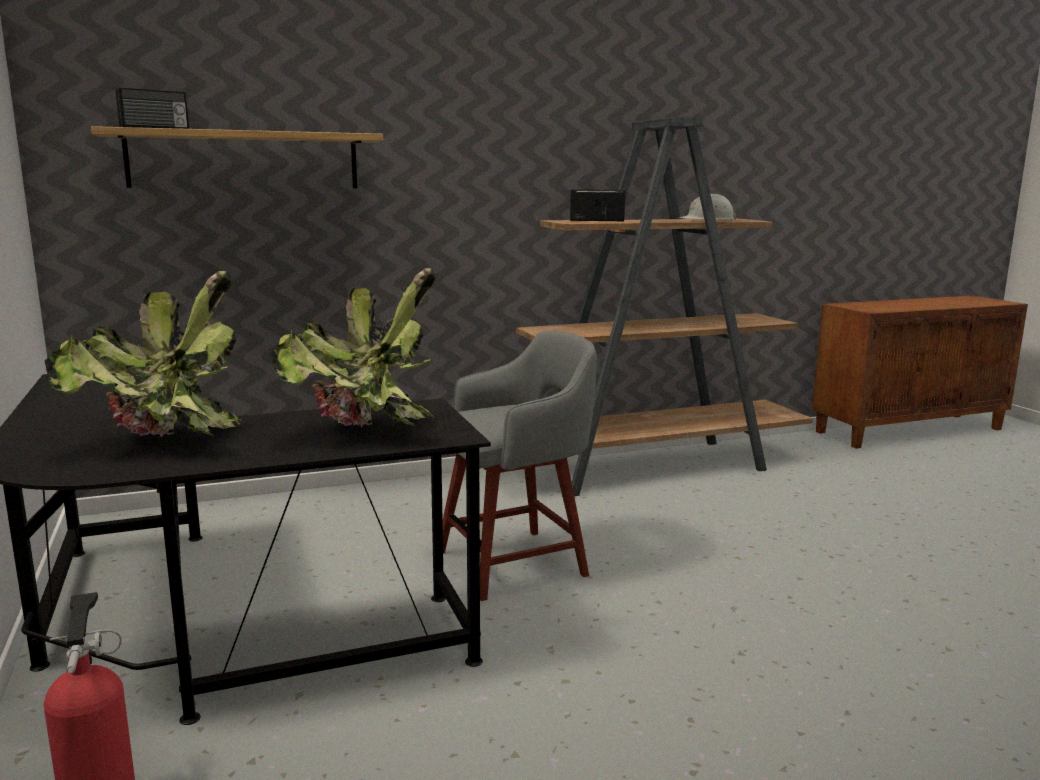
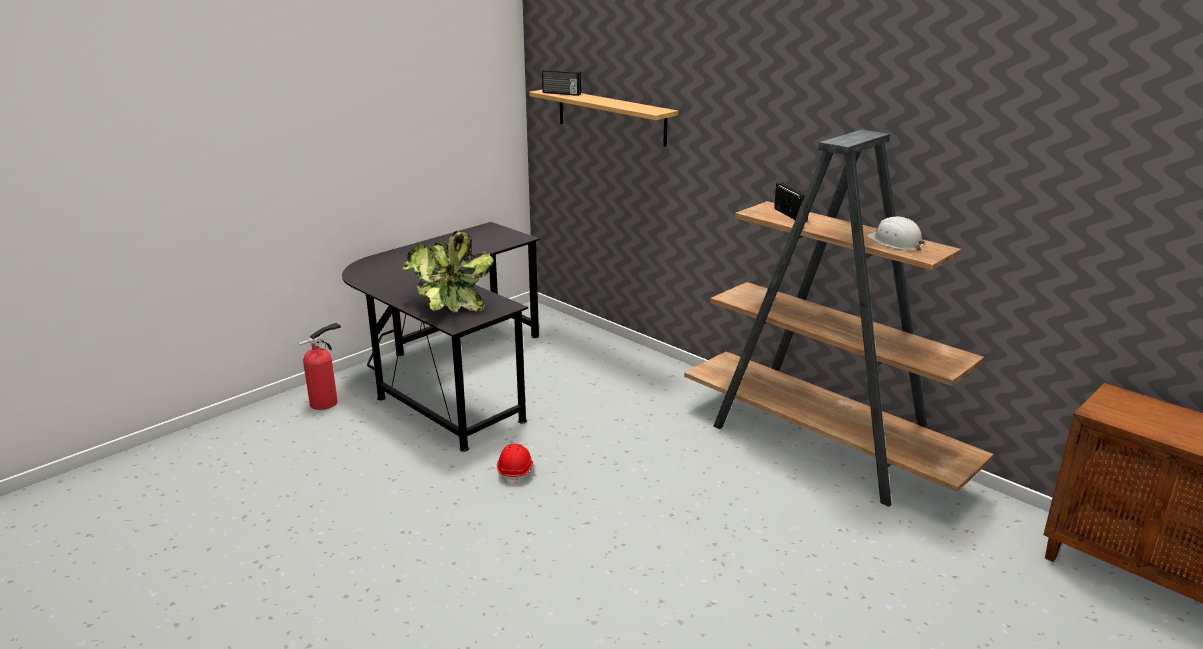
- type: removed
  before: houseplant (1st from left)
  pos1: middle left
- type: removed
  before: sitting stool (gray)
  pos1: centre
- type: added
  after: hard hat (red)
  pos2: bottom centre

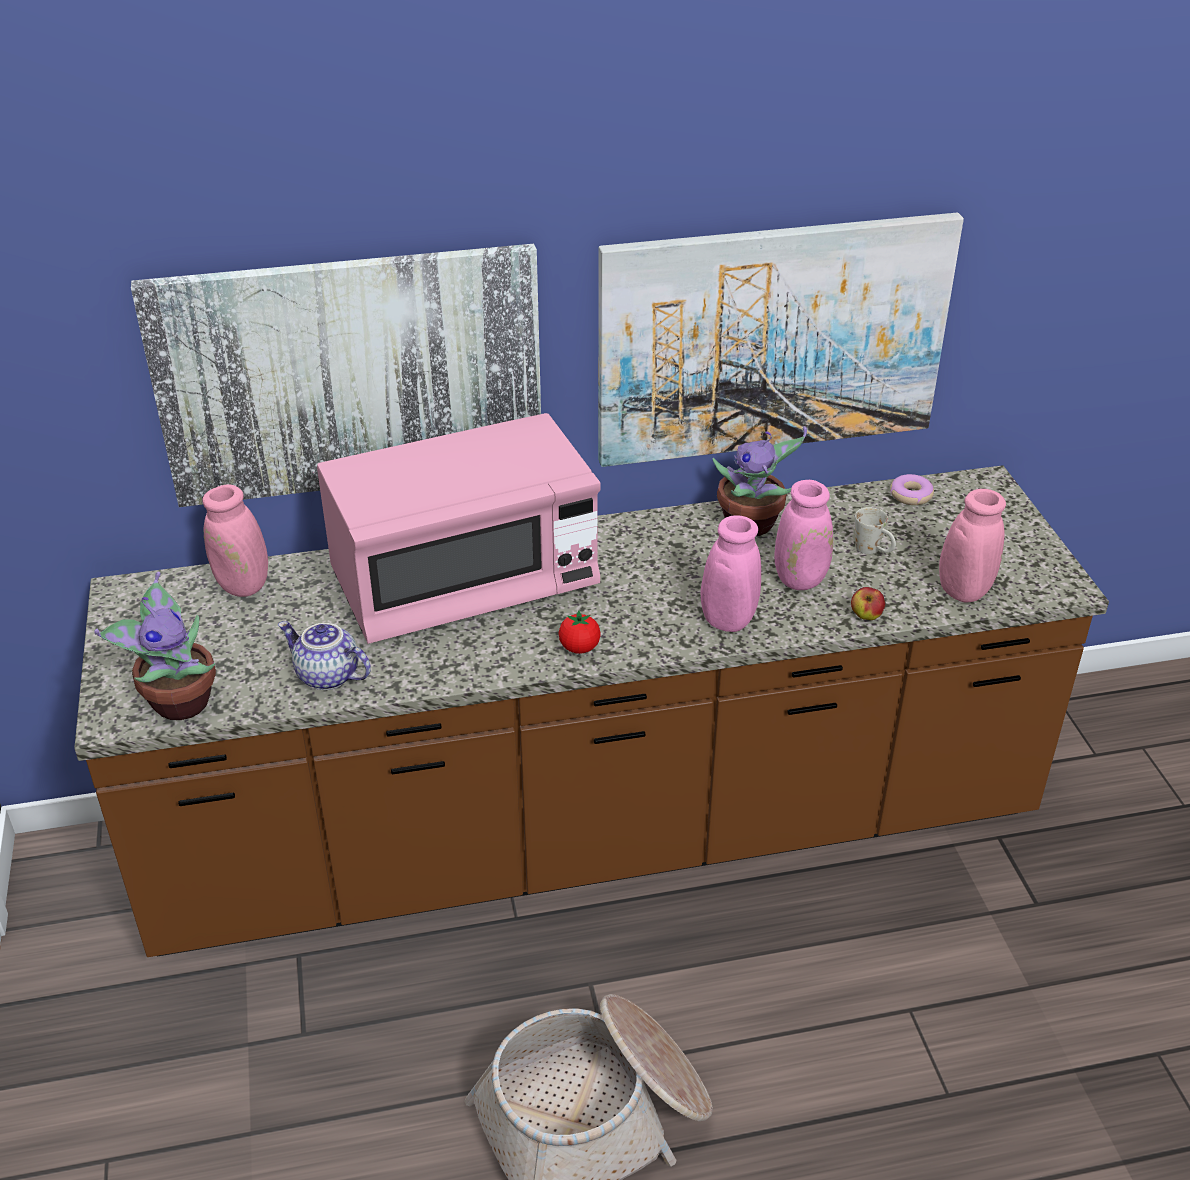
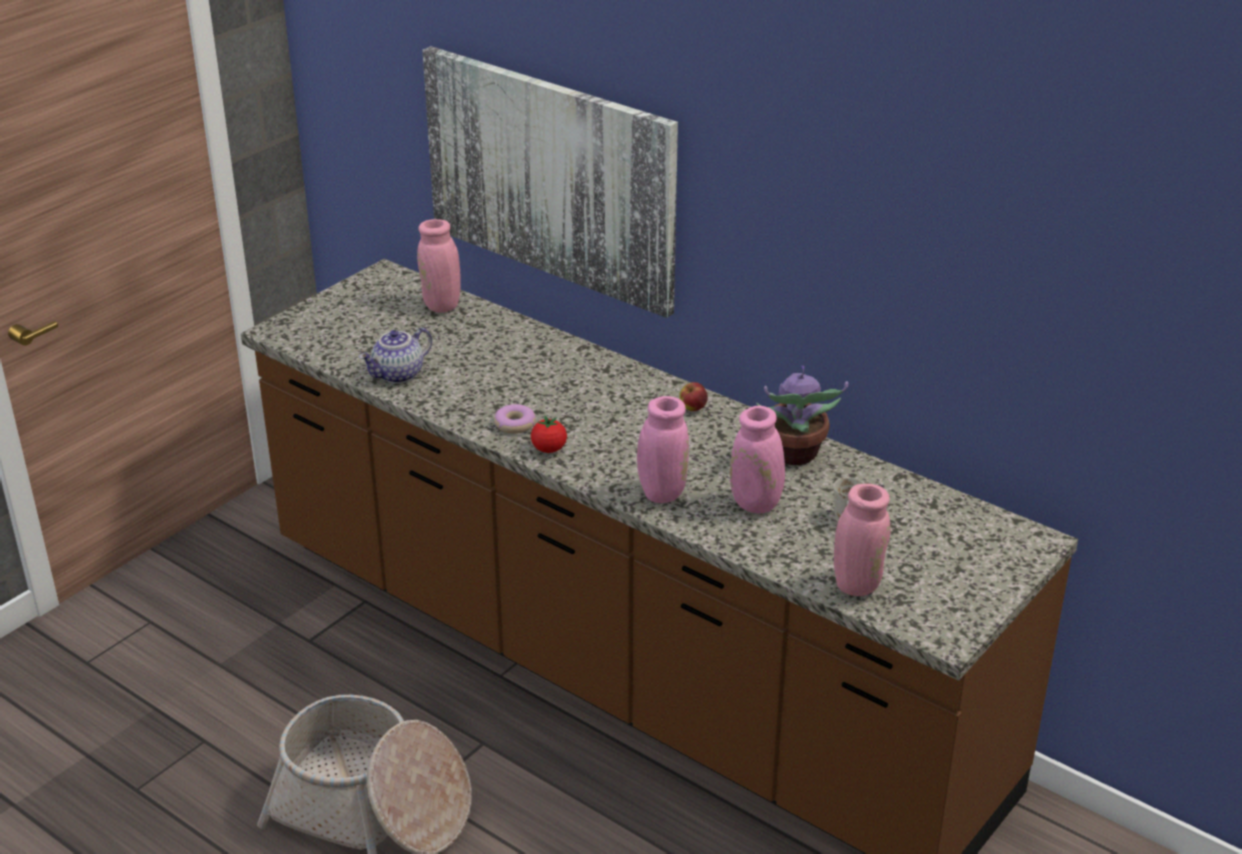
- type: removed
  before: wall picture (2nd from left)
  pos1: top centre
- type: removed
  before: microwave (pink-coloured)
  pos1: centre
- type: moved
  before: donut
  pos1: middle right
  pos2: centre
- type: removed
  before: houseplant (1st from left)
  pos1: middle left
- type: moved
  before: whole apple
  pos1: middle right
  pos2: centre
- type: turned
  before: pot for tea
  pos1: middle left
  pos2: middle left
  turn: -120

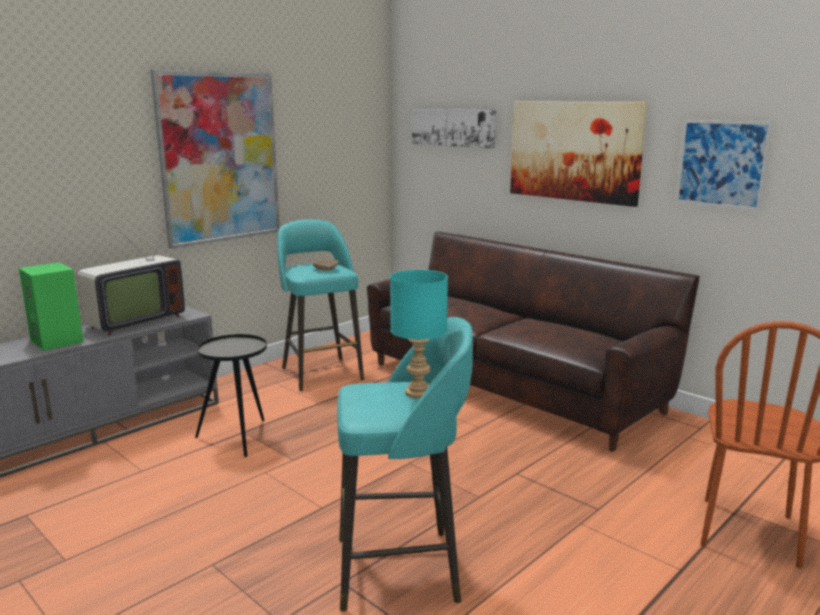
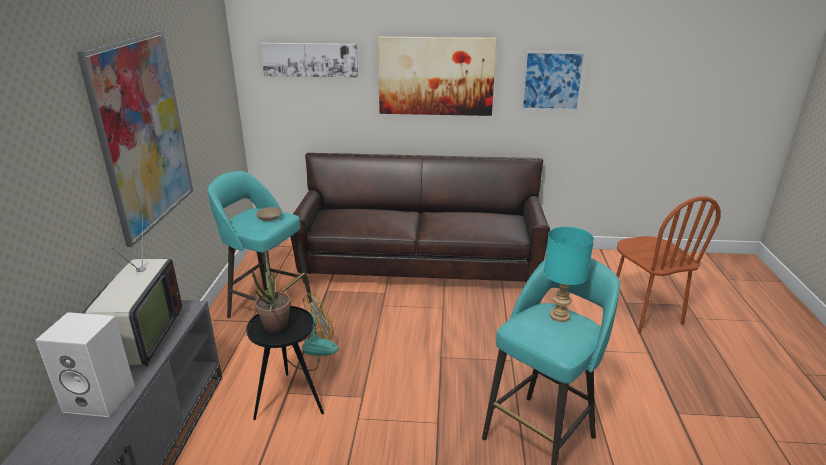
- type: recoloured
  before: audio speaker (green)
  after: audio speaker (white-coloured)
  pos1: middle left
  pos2: bottom left
- type: added
  after: houseplant
  pos2: middle left
- type: added
  after: electric fan
  pos2: bottom centre

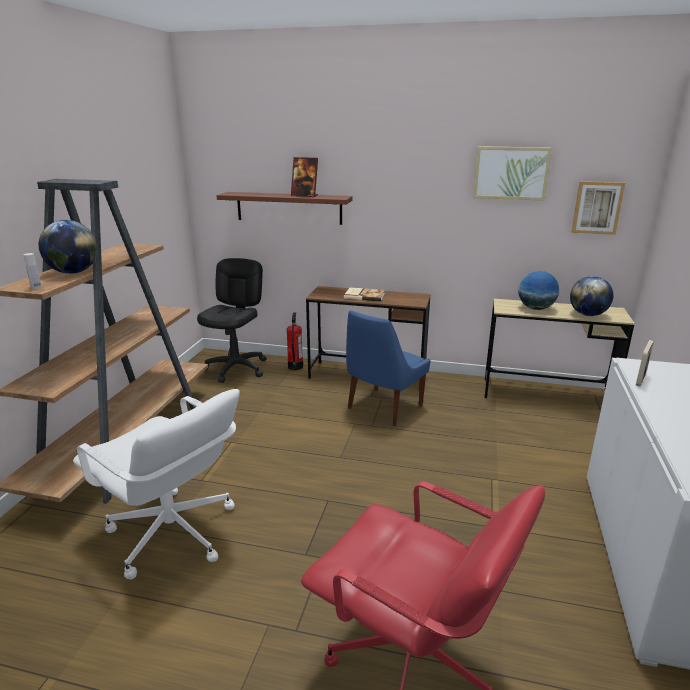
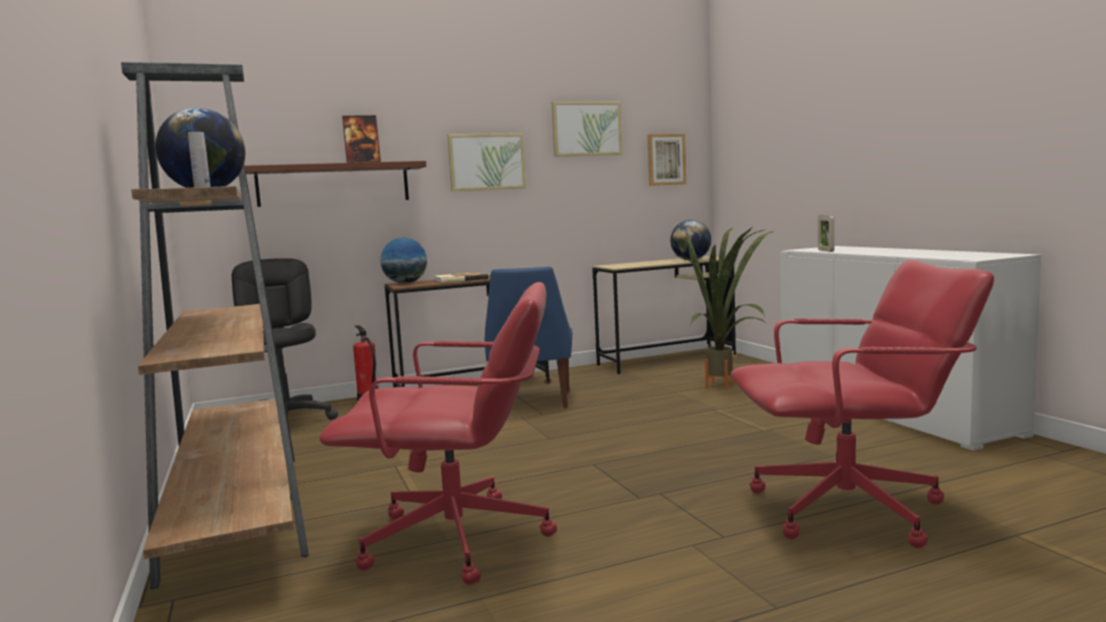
- type: moved
  before: globe (2nd from left)
  pos1: middle right
  pos2: centre
- type: recoloured
  before: office chair (white-coloured)
  after: office chair (red) (1st from left)
  pos1: bottom left
  pos2: bottom centre
- type: added
  after: wall picture (1st from left)
  pos2: top centre
- type: added
  after: houseplant
  pos2: centre

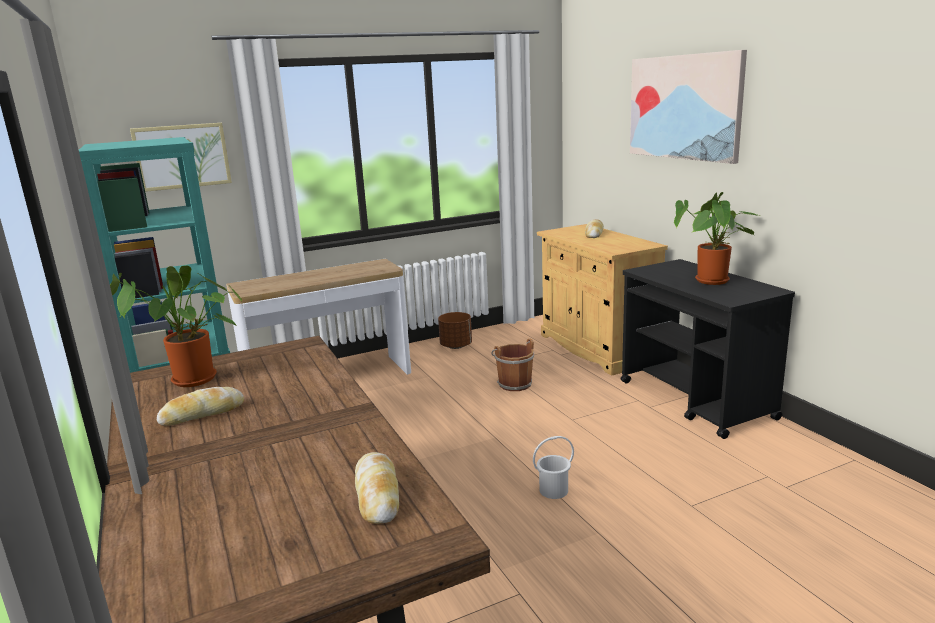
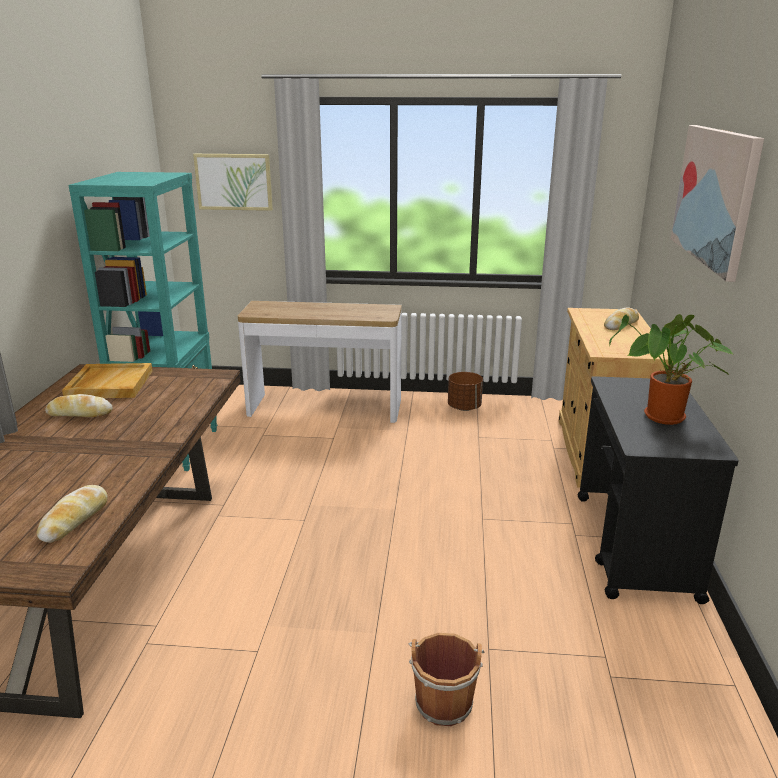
- type: replaced
  before: houseplant (1st from left)
  after: carrying tray (sand-coloured)
  pos1: middle left
  pos2: middle left
- type: moved
  before: pail (brown)
  pos1: centre
  pos2: bottom centre
- type: removed
  before: pail (white-coloured)
  pos1: bottom centre

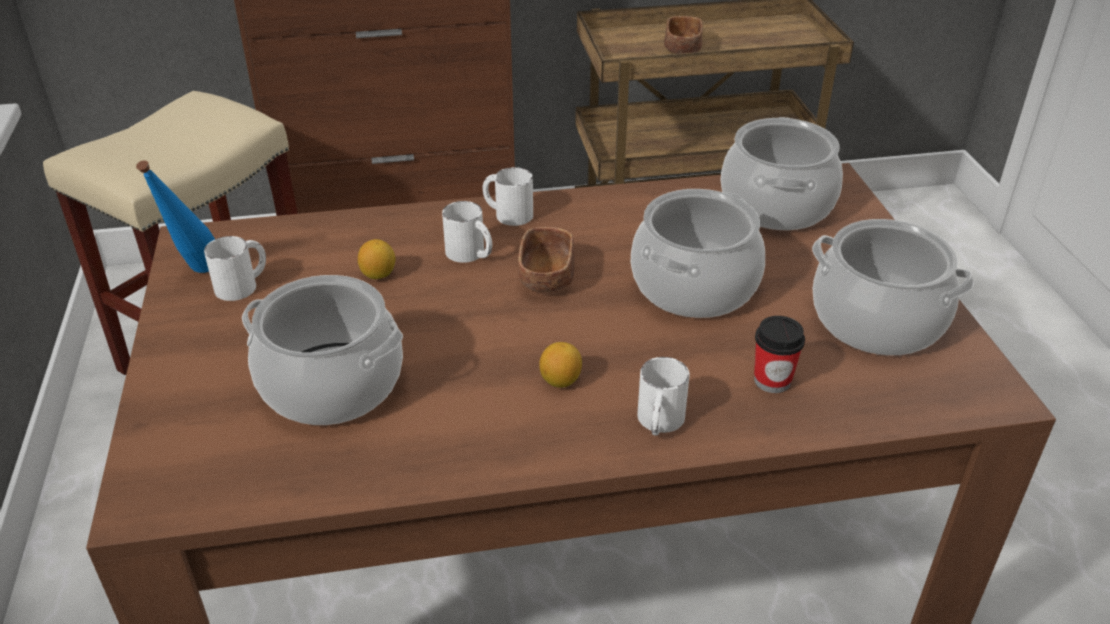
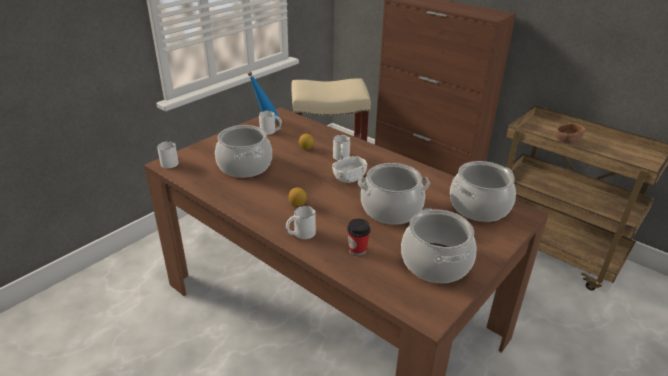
- type: moved
  before: tea mug (white-coloured) (3rd from left in the first image)
  after: tea mug (white-coloured) (1st from left)
  pos1: top centre
  pos2: middle left
- type: recoloured
  before: bowl (brown) (1st from left)
  after: bowl (white-coloured)
  pos1: centre
  pos2: centre

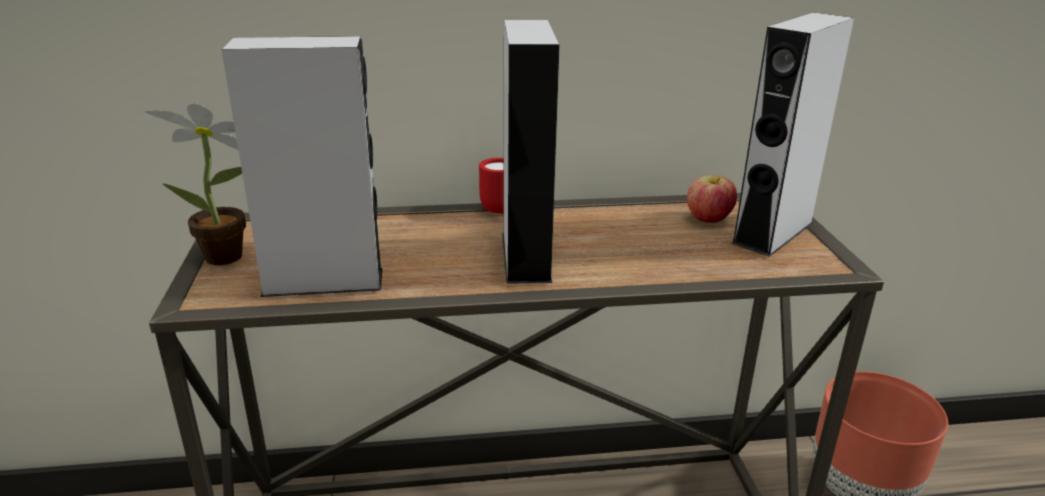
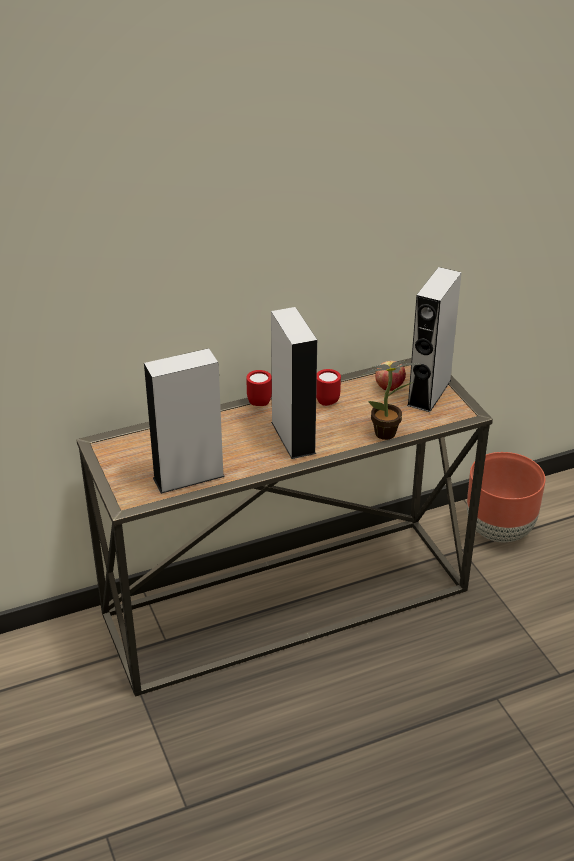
- type: moved
  before: houseplant
  pos1: middle left
  pos2: middle right
- type: added
  after: tea mug (red) (2nd from left)
  pos2: centre

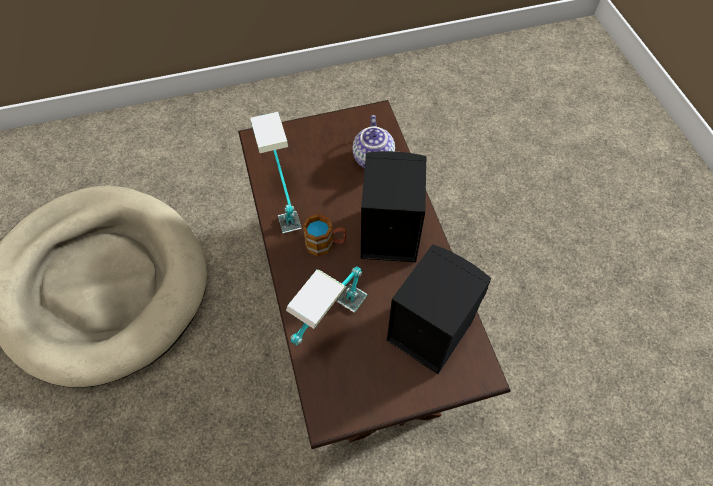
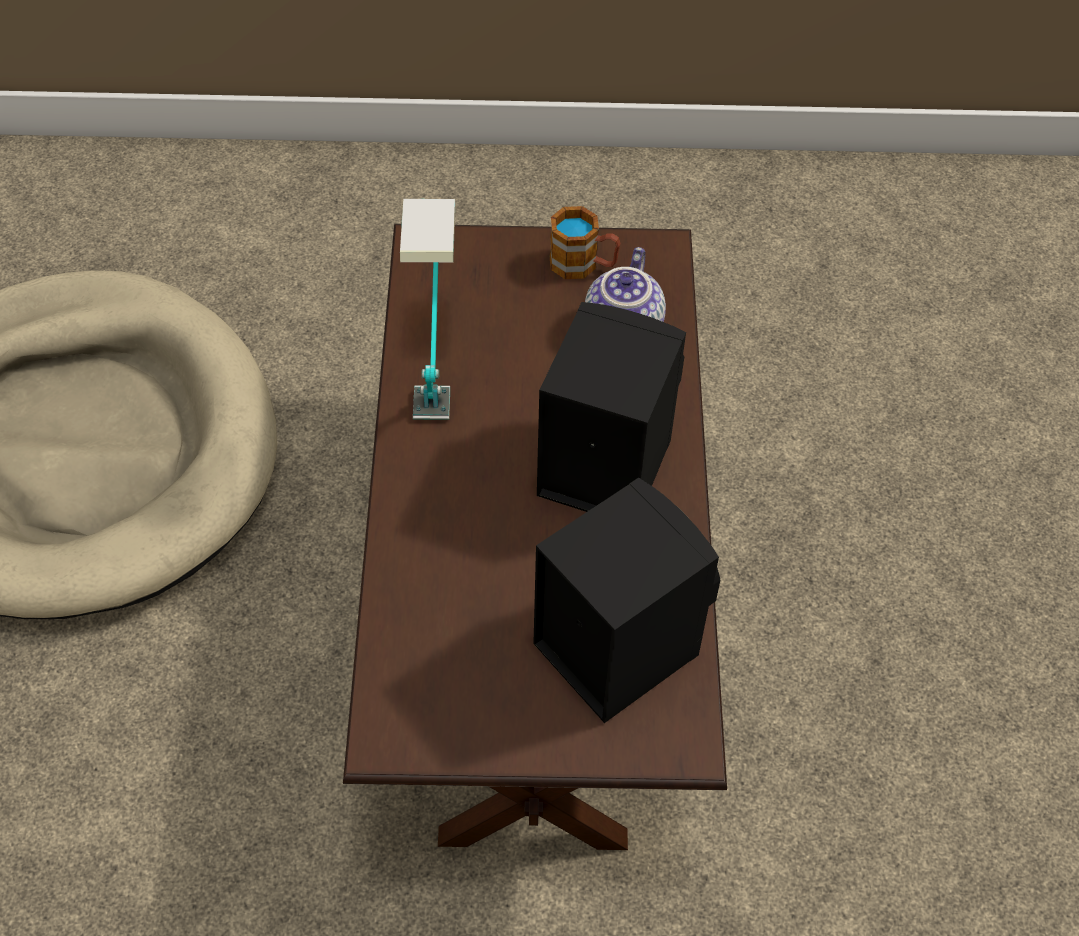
- type: moved
  before: tea mug
  pos1: centre
  pos2: top centre
- type: removed
  before: lamp for a table (2nd from left)
  pos1: centre

